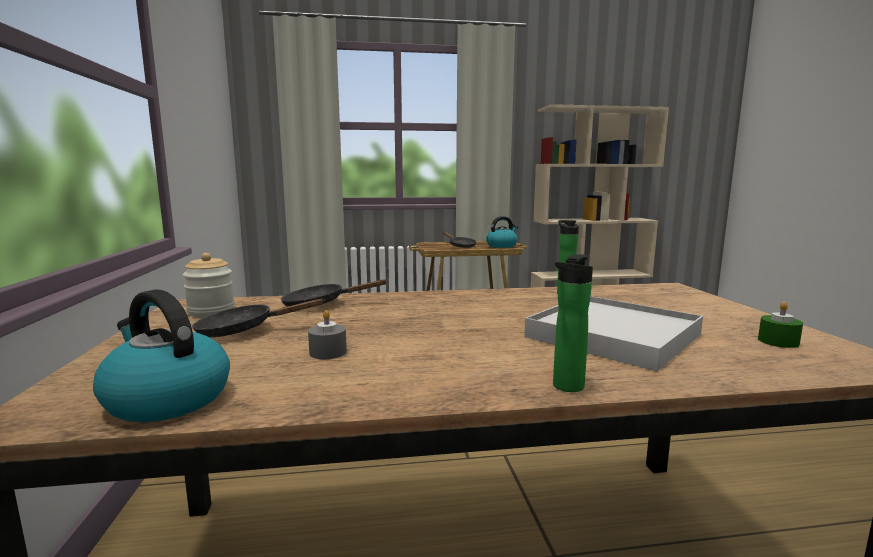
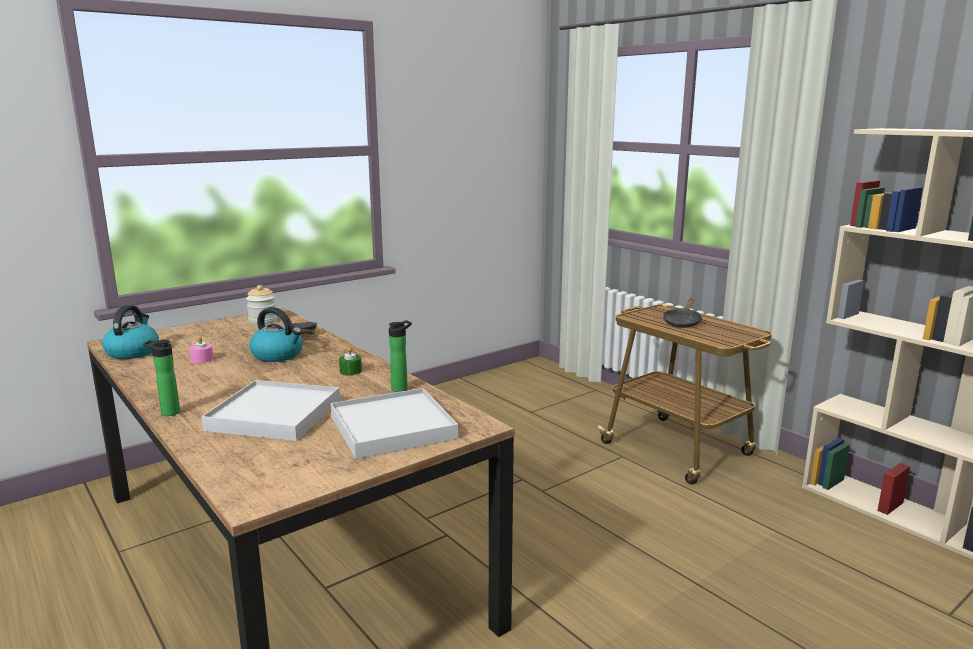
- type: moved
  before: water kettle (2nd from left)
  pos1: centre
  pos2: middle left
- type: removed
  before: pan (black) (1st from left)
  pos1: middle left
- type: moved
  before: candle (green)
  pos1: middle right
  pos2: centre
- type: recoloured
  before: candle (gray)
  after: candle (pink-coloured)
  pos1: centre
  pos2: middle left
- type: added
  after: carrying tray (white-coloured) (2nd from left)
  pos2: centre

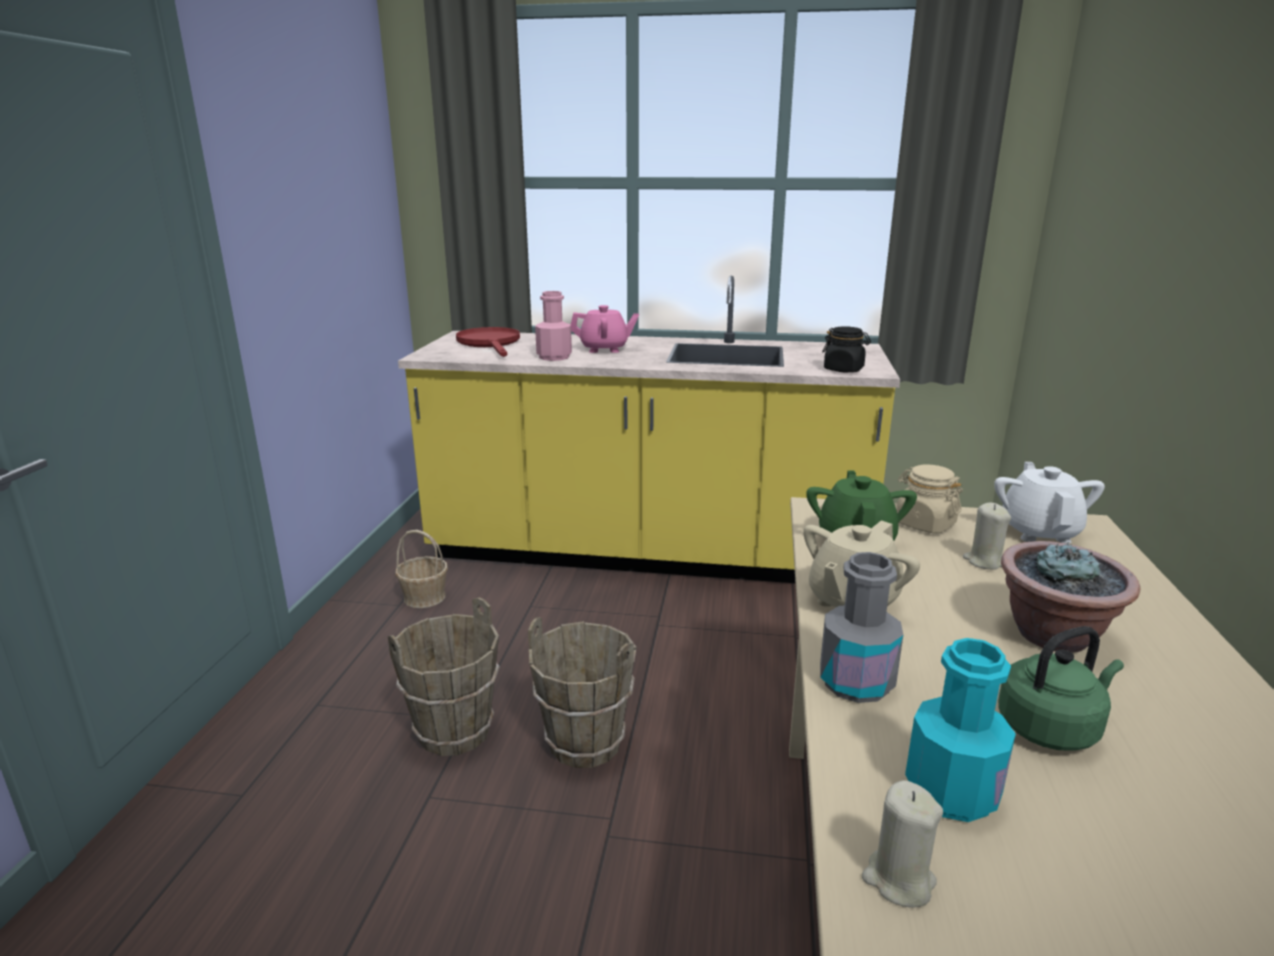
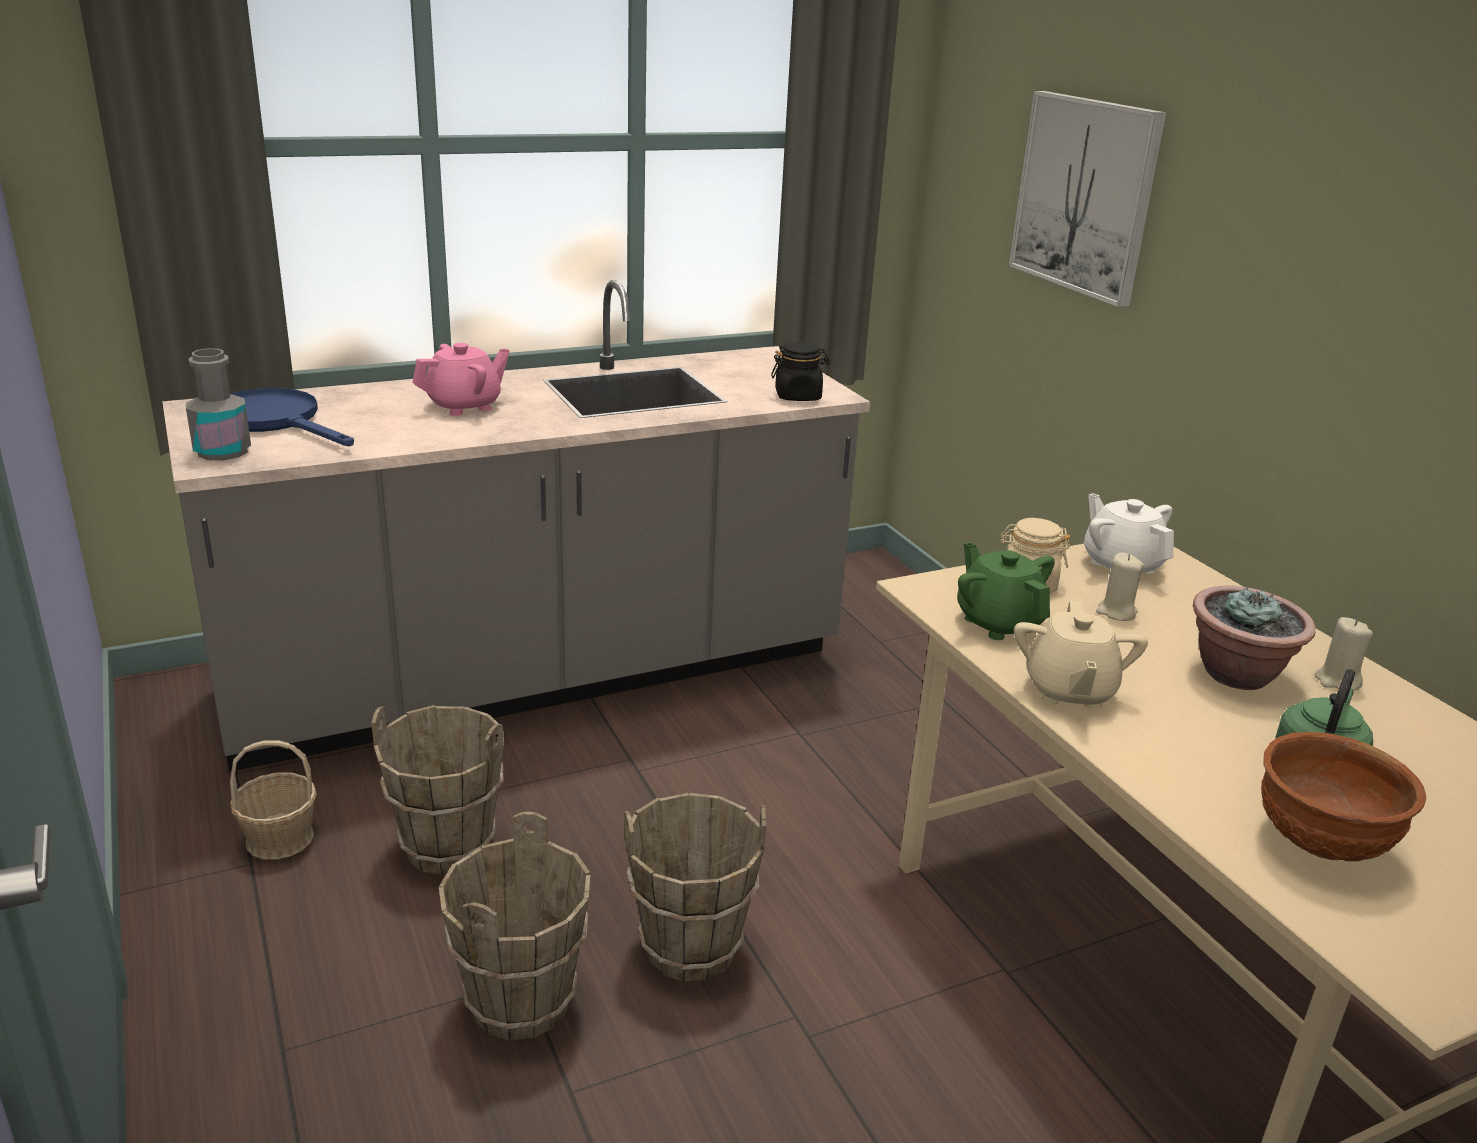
- type: recoloured
  before: counter (yellowish)
  after: counter (gray)
  pos1: centre
  pos2: centre
- type: removed
  before: bottle (pink-coloured)
  pos1: centre
- type: recoloured
  before: pan (red)
  after: pan (blue)
  pos1: centre
  pos2: middle left
- type: moved
  before: bottle (gray)
  pos1: middle right
  pos2: middle left
- type: replaced
  before: bottle (blue-green)
  after: bowl (brown)
  pos1: bottom right
  pos2: bottom right
- type: moved
  before: candle (sand-coloured) (1st from left in the first image)
  after: candle (sand-coloured) (2nd from left)
  pos1: bottom right
  pos2: middle right
- type: added
  after: wall picture
  pos2: top right
- type: added
  after: pail (brown) (1st from left)
  pos2: bottom left

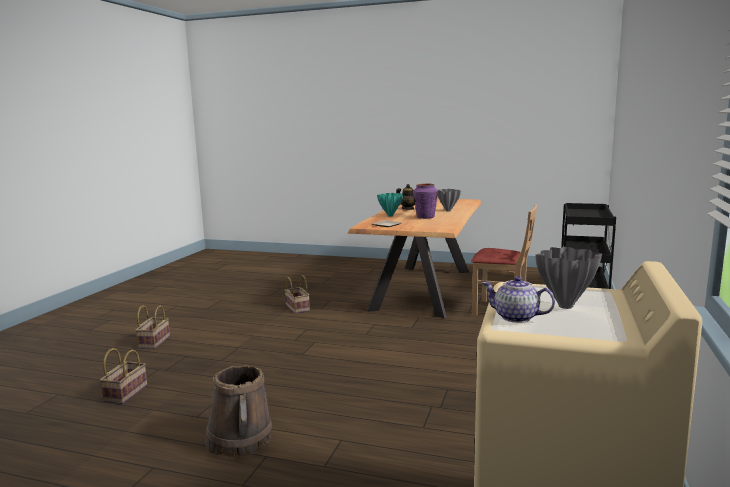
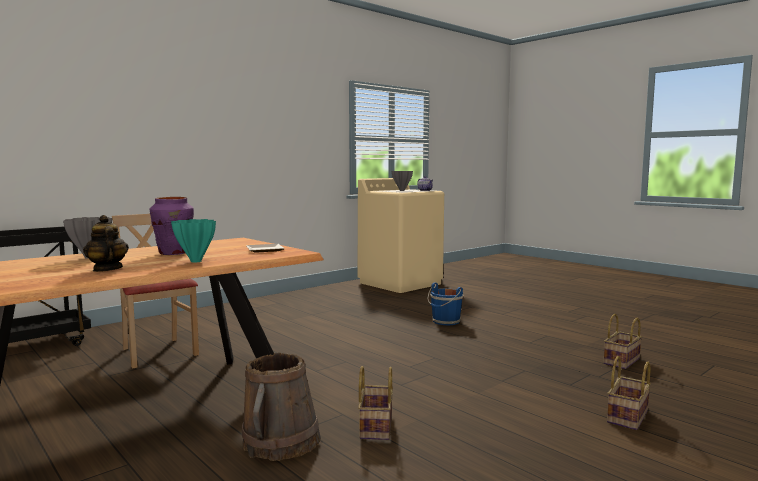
- type: moved
  before: pail (brown)
  pos1: bottom left
  pos2: bottom centre
- type: added
  after: pail (blue)
  pos2: centre

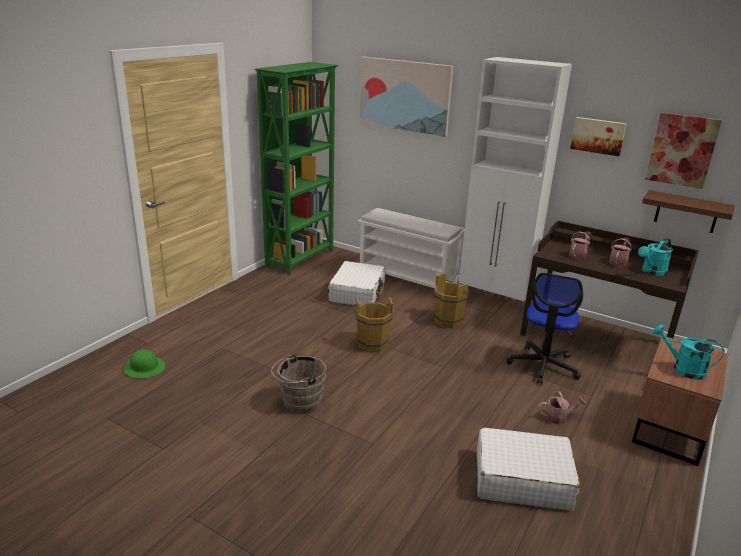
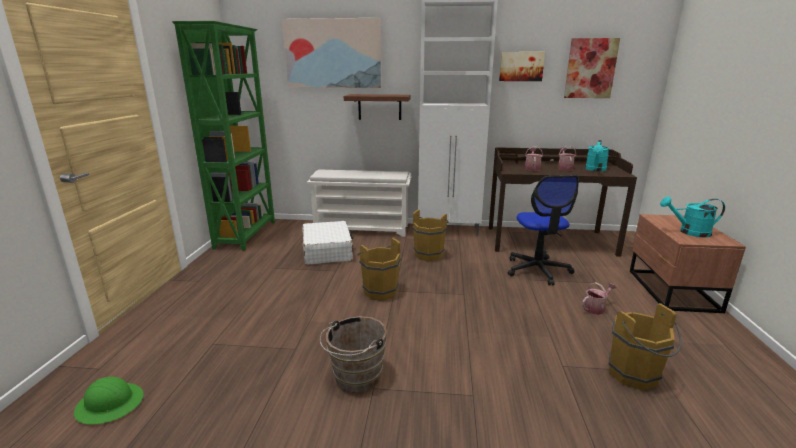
- type: moved
  before: bracket shelf (brown)
  pos1: middle right
  pos2: top centre
- type: replaced
  before: piece of luggage (white-coloured) (2nd from left)
  after: pail (brown) (4th from left)
  pos1: bottom right
  pos2: bottom right

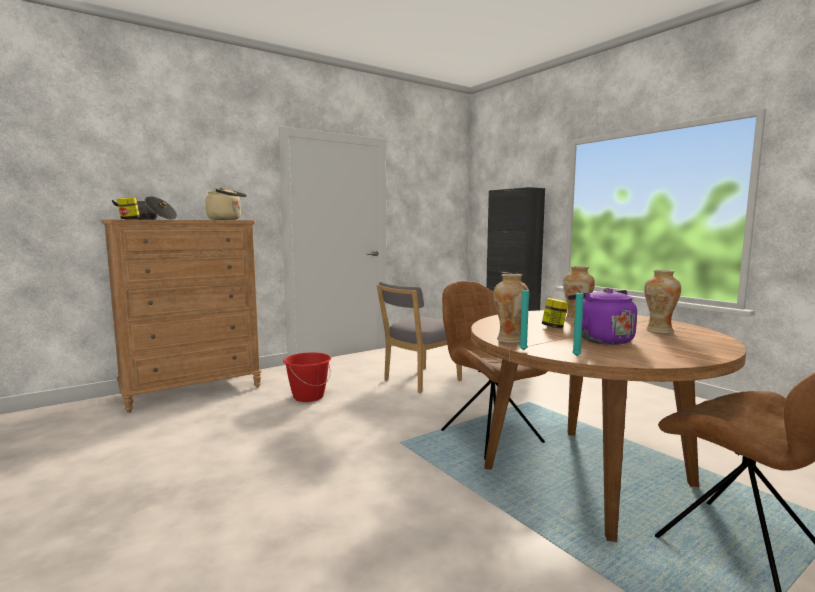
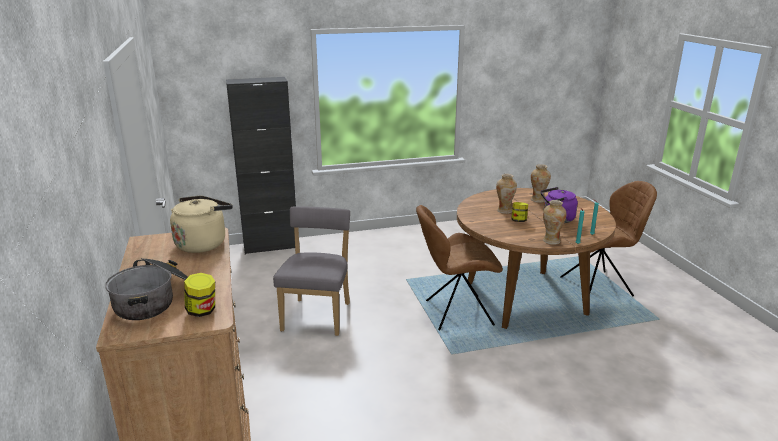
- type: turned
  before: chair (gray)
  pos1: centre
  pos2: centre
  turn: -150
- type: removed
  before: pail (red)
  pos1: centre

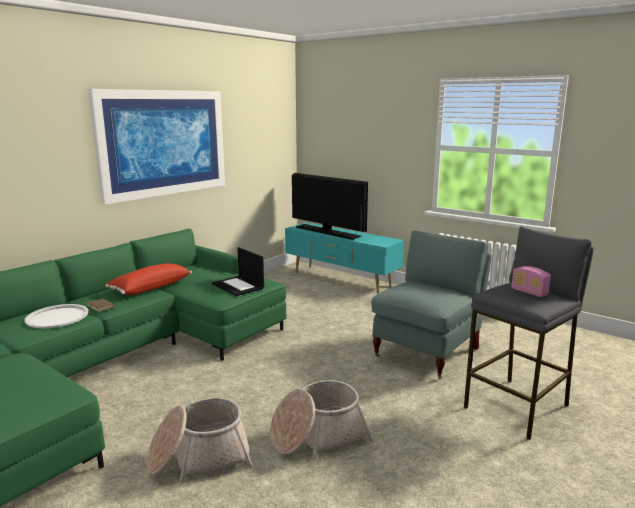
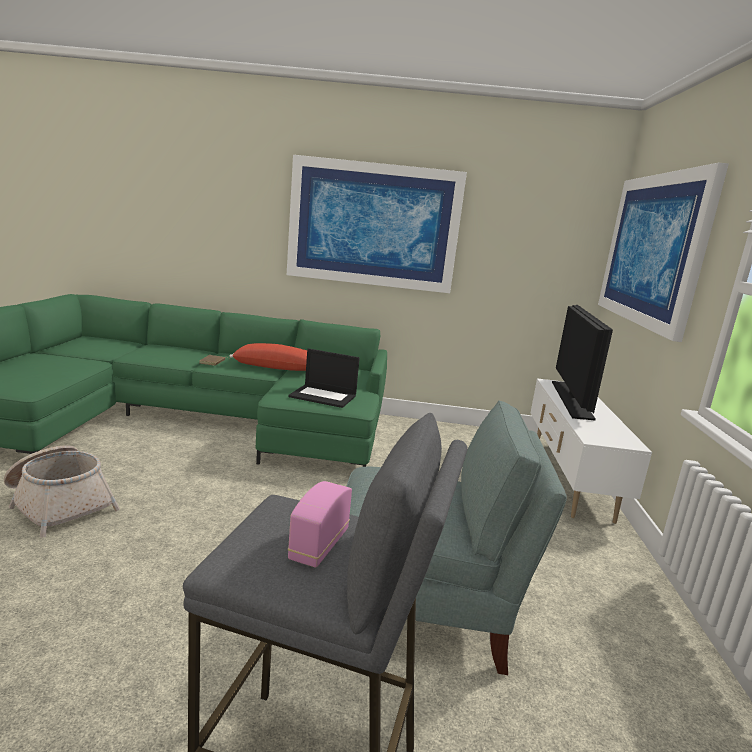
- type: recoloured
  before: media console (blue-green)
  after: media console (white-coloured)
  pos1: centre
  pos2: middle right
- type: turned
  before: laptop
  pos1: centre
  pos2: centre
  turn: -90
- type: removed
  before: carrying tray (white-coloured)
  pos1: middle left
- type: removed
  before: household basket (2nd from left)
  pos1: bottom centre
- type: added
  after: wall picture (2nd from left)
  pos2: middle right

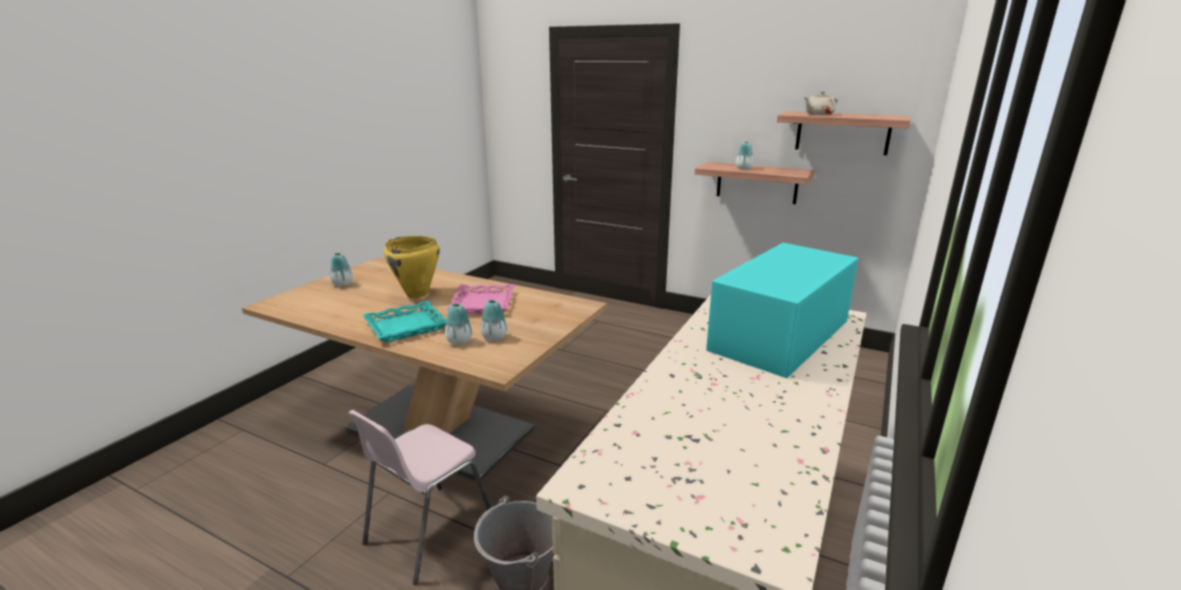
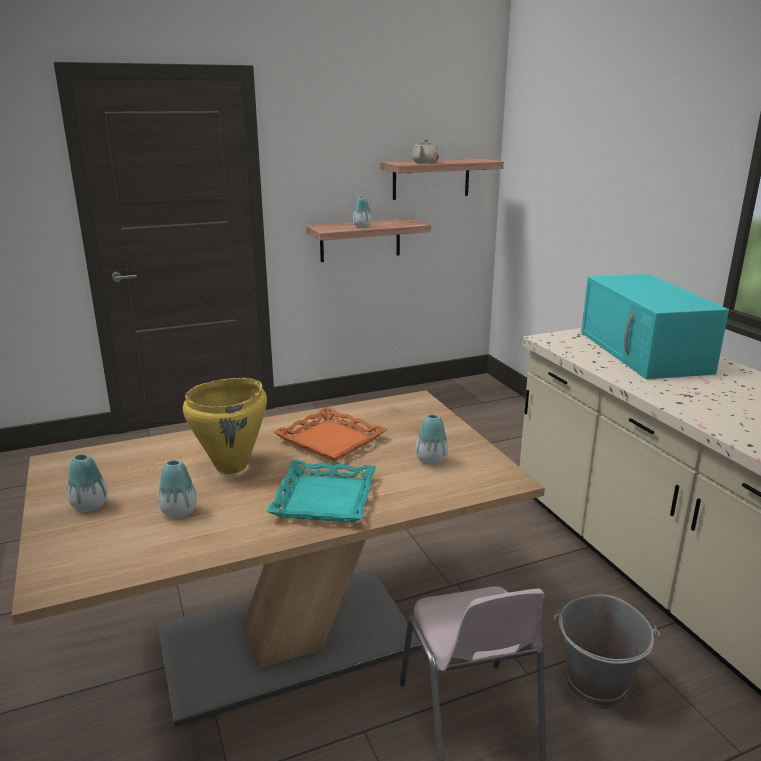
- type: recoloured
  before: carrying tray (pink-coloured)
  after: carrying tray (orange)
  pos1: centre
  pos2: centre
- type: moved
  before: decorative vase (2nd from left)
  pos1: centre
  pos2: middle left

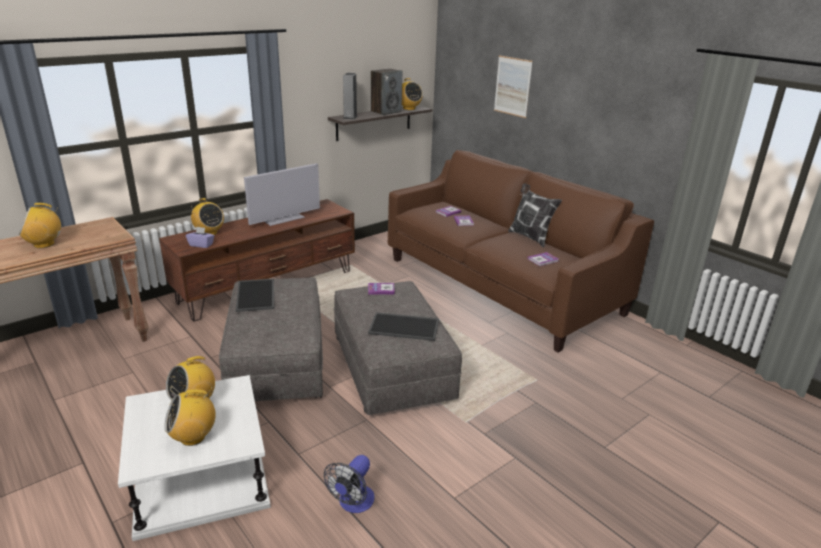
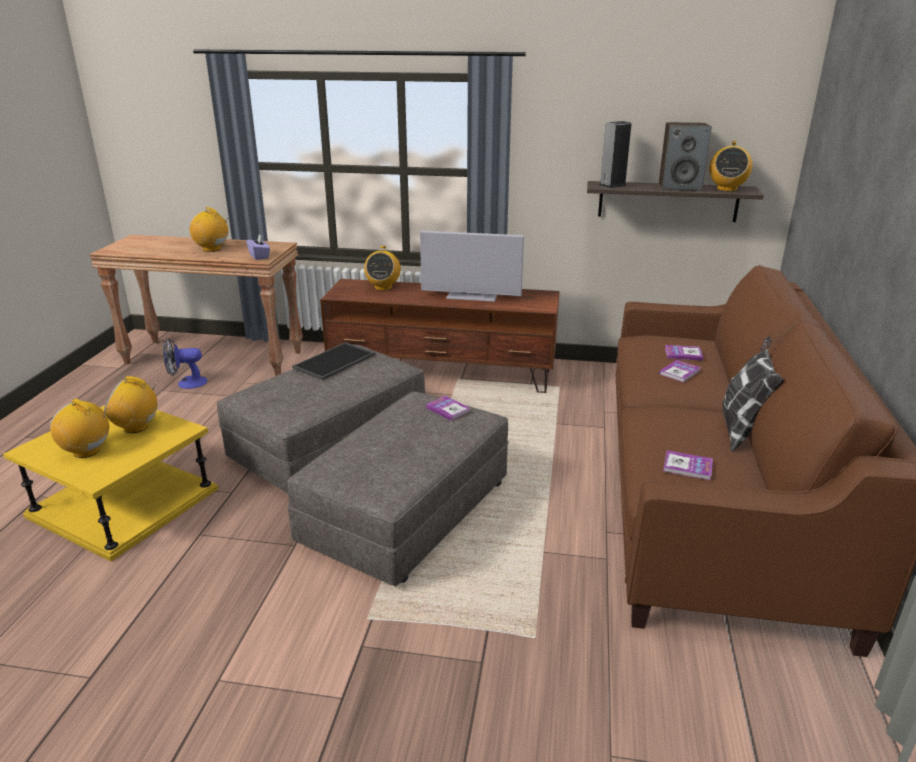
- type: removed
  before: wall picture
  pos1: top centre
- type: moved
  before: box of tissues (purplish)
  pos1: middle left
  pos2: top left
- type: removed
  before: carrying tray (2nd from left)
  pos1: centre
- type: recoloured
  before: side table (white-coloured)
  after: side table (yellowish)
  pos1: bottom left
  pos2: middle left
- type: moved
  before: electric fan
  pos1: bottom centre
  pos2: middle left

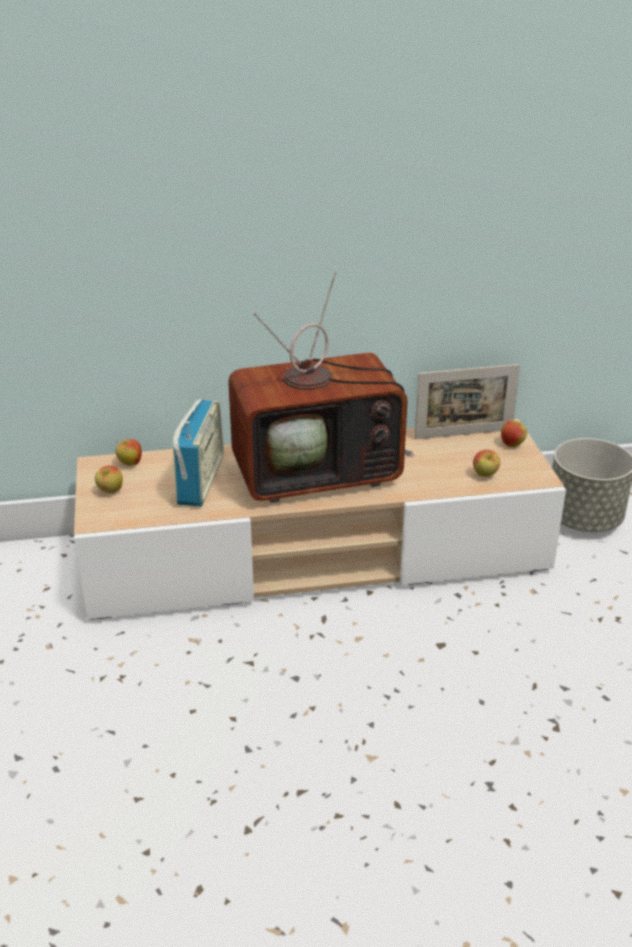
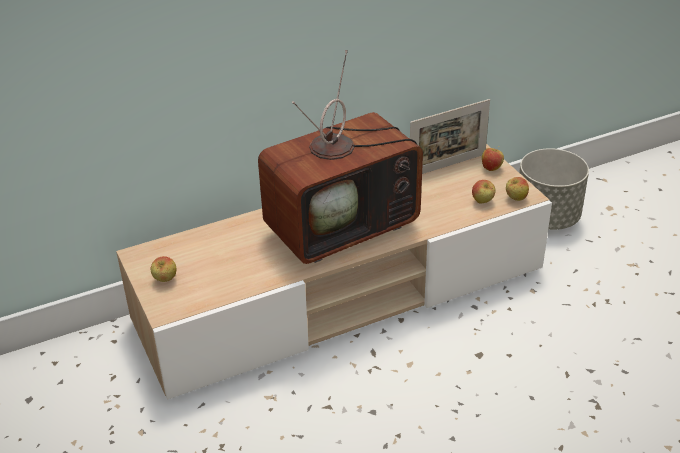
- type: removed
  before: radio
  pos1: middle left
- type: moved
  before: whole apple (2nd from left in the first image)
  after: whole apple (4th from left)
  pos1: middle left
  pos2: middle right

